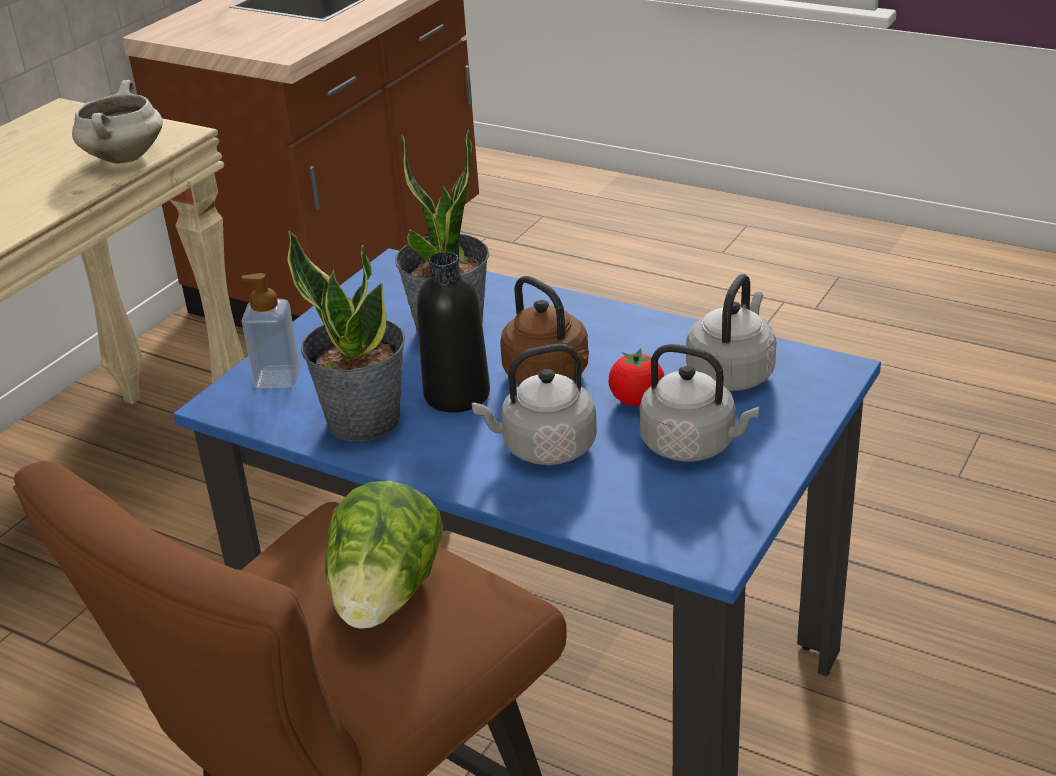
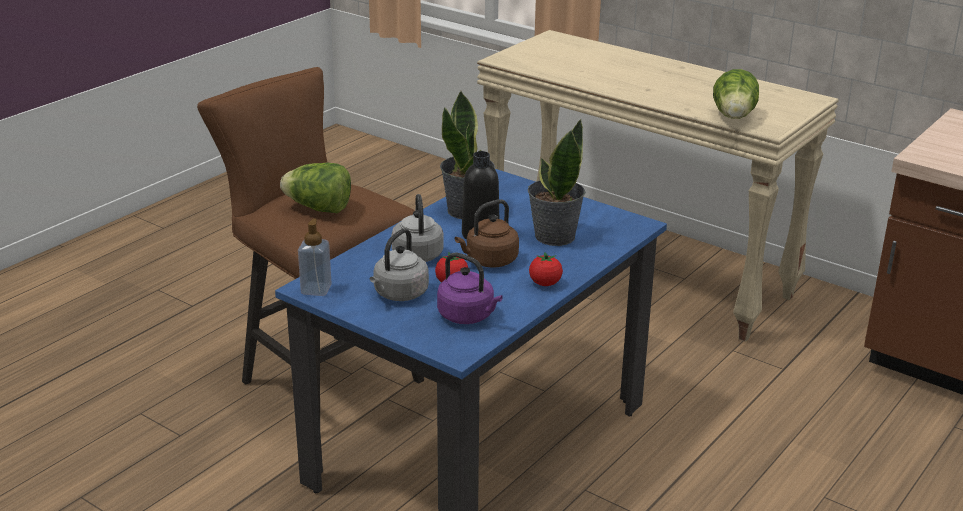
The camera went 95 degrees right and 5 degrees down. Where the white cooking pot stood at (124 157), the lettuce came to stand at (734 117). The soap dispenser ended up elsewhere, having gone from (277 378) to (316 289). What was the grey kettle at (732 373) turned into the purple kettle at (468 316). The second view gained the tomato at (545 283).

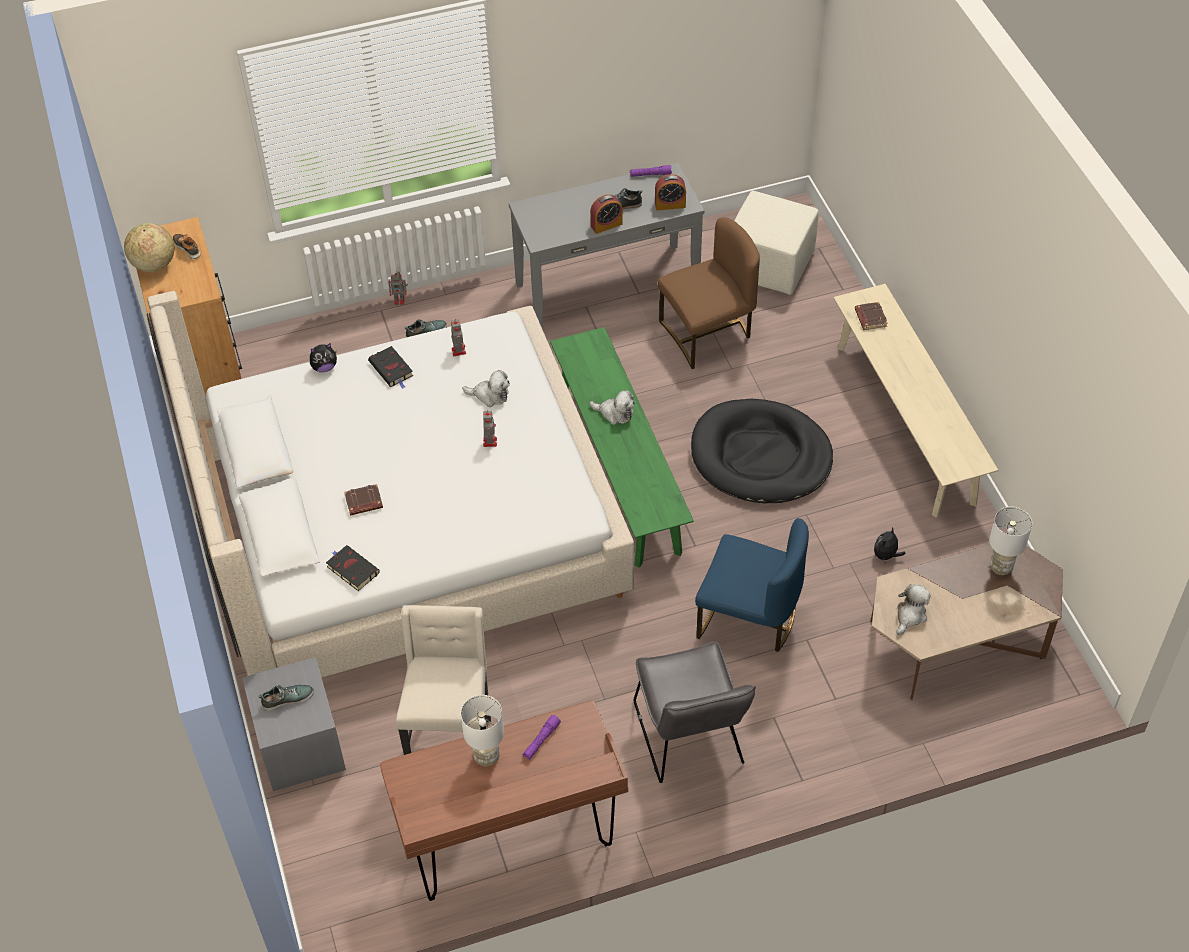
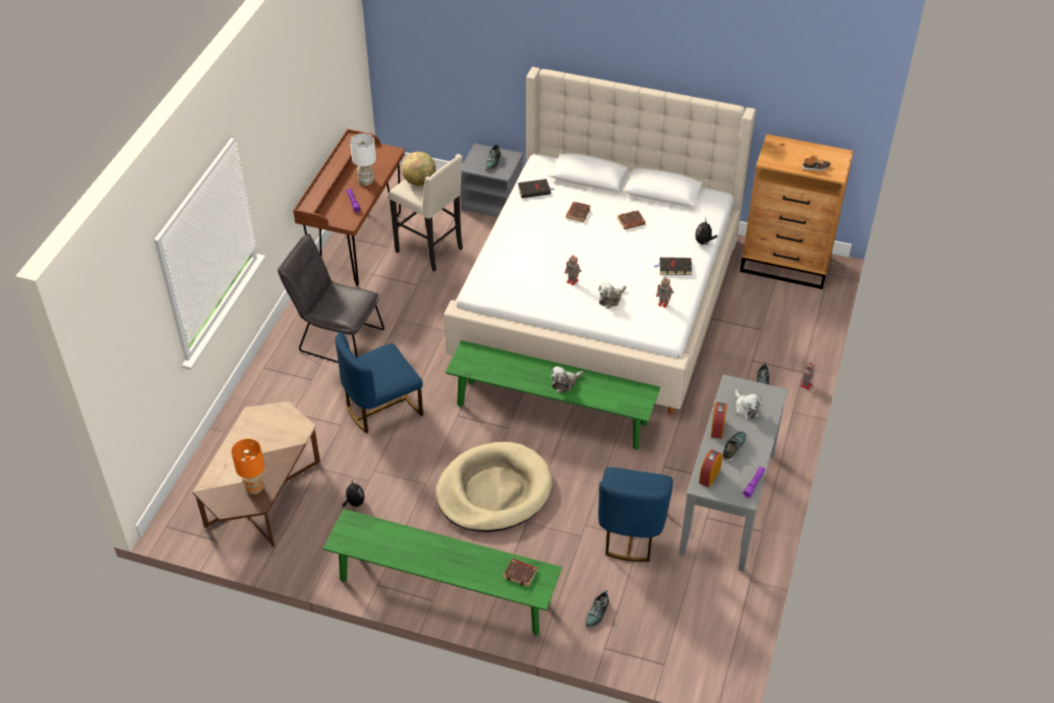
The camera went 125 degrees right and 5 degrees down. The globe ended up elsewhere, having gone from (154 264) to (419 181). What was the brown chair at (707 333) turned into the blue chair at (631 532). What was the black dog bed at (760 456) turned into the beige dog bed at (494 491). The second view lost the beige ottoman at (770 265). What was the beige bench at (905 423) turned into the green bench at (444 591). The plush toy ended up elsewhere, having gone from (910 615) to (745 408). What was the white table lamp at (1001 567) turned into the orange table lamp at (254 488). The second view gained the shoe at (597 613). The second view gained the brown book at (631 222).

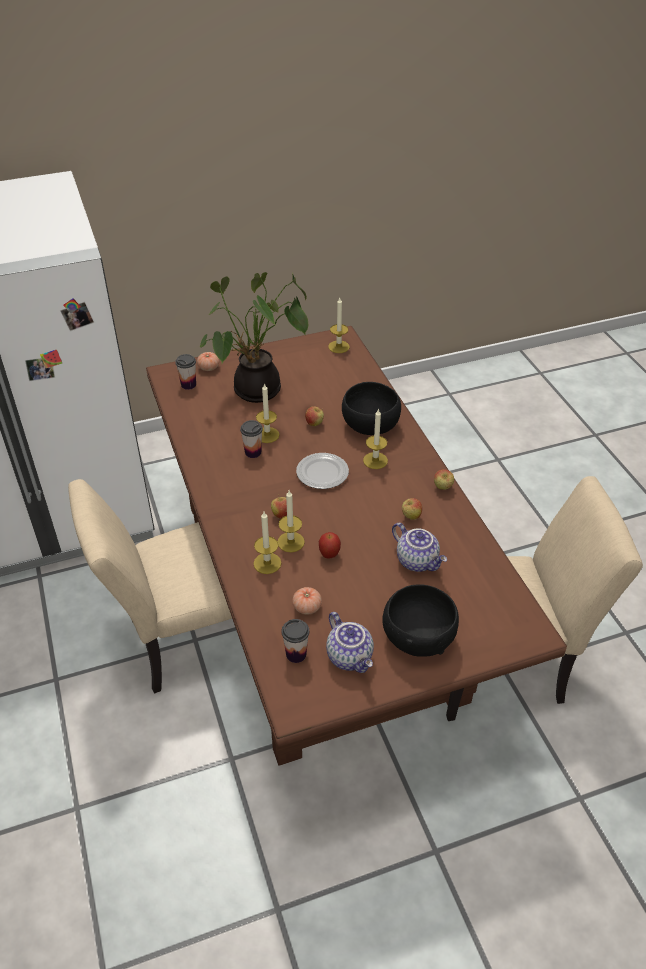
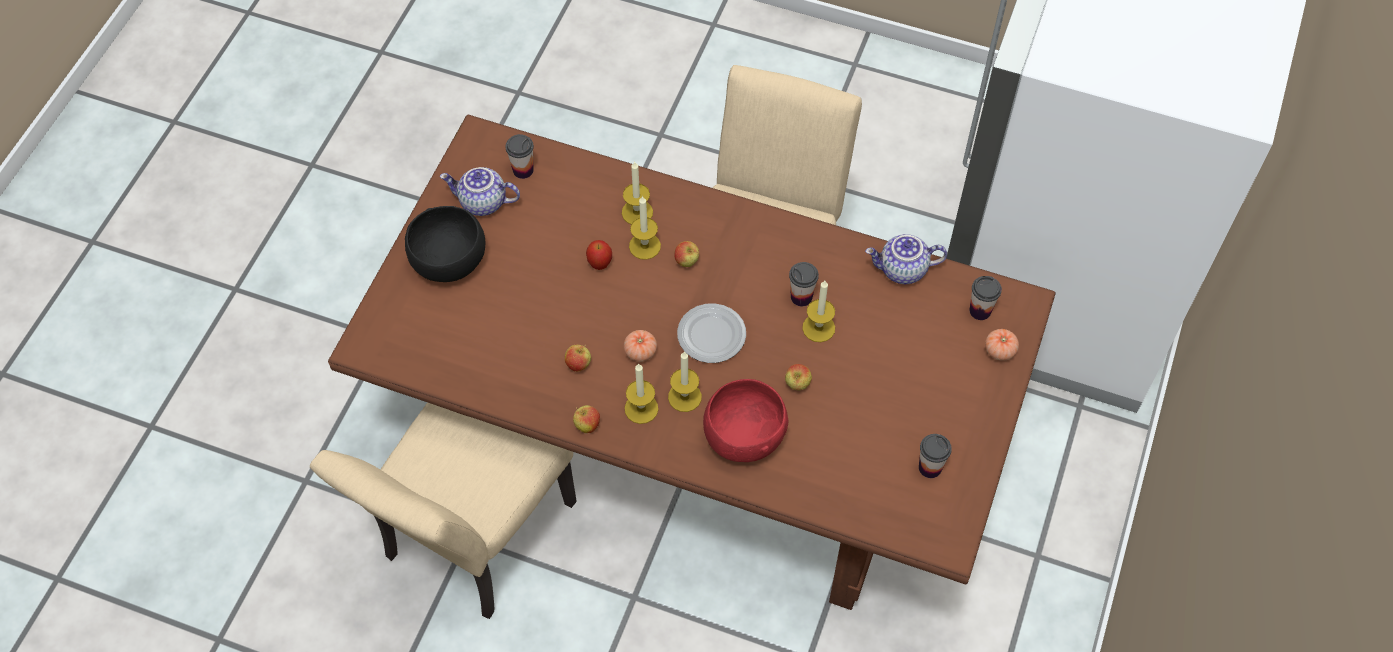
The camera went 130 degrees right and 15 degrees up. The second view lost the potted plant at (257 393). The tomato ended up elsewhere, having gone from (307 607) to (640 351). The candle ended up elsewhere, having gone from (338 347) to (641 408). What was the black bowl at (371 426) turned into the red bowl at (743 436). The teapot ended up elsewhere, having gone from (418 561) to (902 270). The second view gained the cup at (930 467).

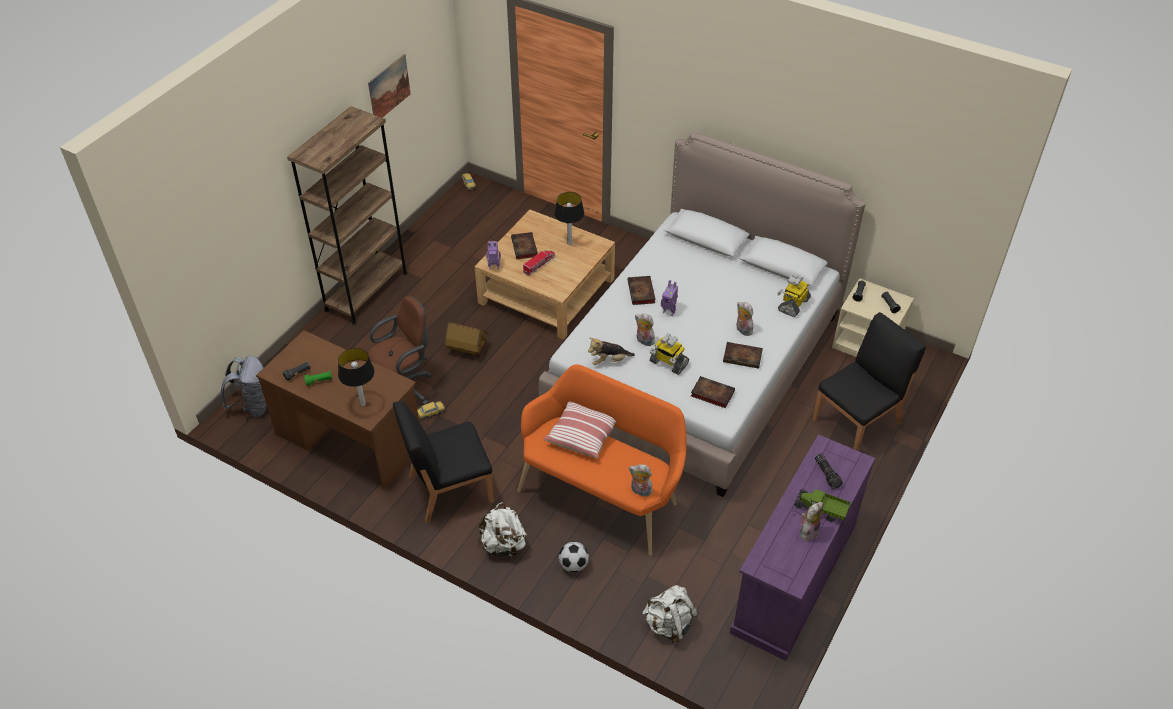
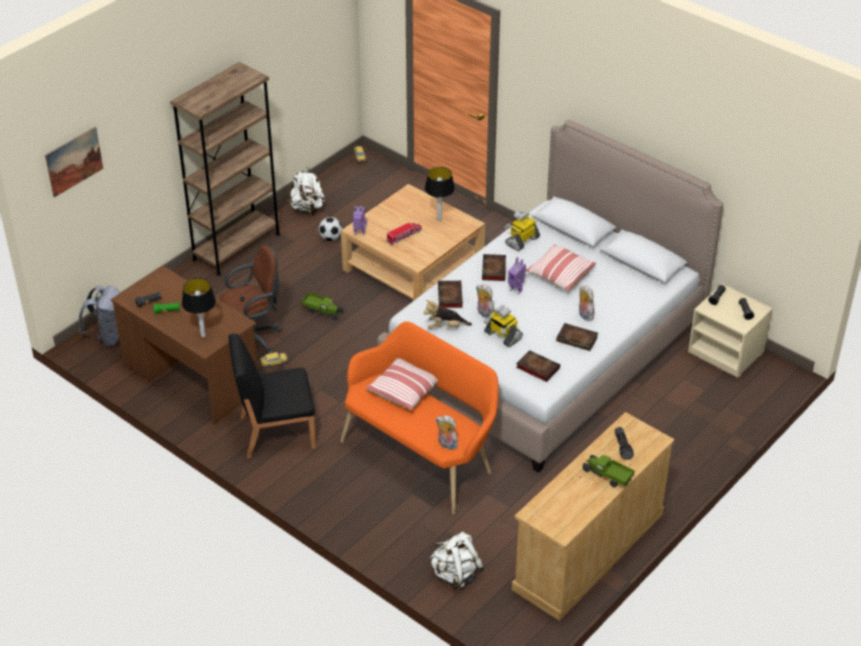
The camera went 10 degrees right and 5 degrees down. The picture ended up elsewhere, having gone from (389 88) to (74 161). Where the toy house stood at (468 350), the toy truck came to stand at (322 311). The white backpack ended up elsewhere, having gone from (503 545) to (307 209). The book ended up elsewhere, having gone from (525 248) to (450 297). The football ended up elsewhere, having gone from (574 565) to (331 238). What was the purple dresser at (794 578) turned into the beige dresser at (588 552). The toy robot ended up elsewhere, having gone from (793 304) to (522 241). The second view lost the plush toy at (808 531). The second view lost the black chair at (858 420). The second view gained the pillow at (560 275).

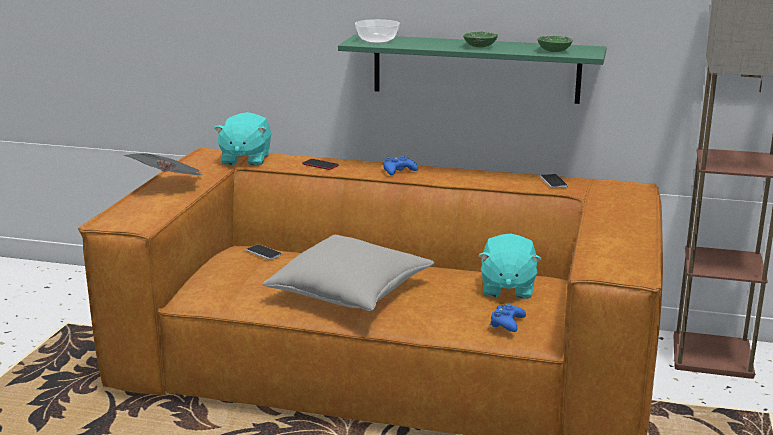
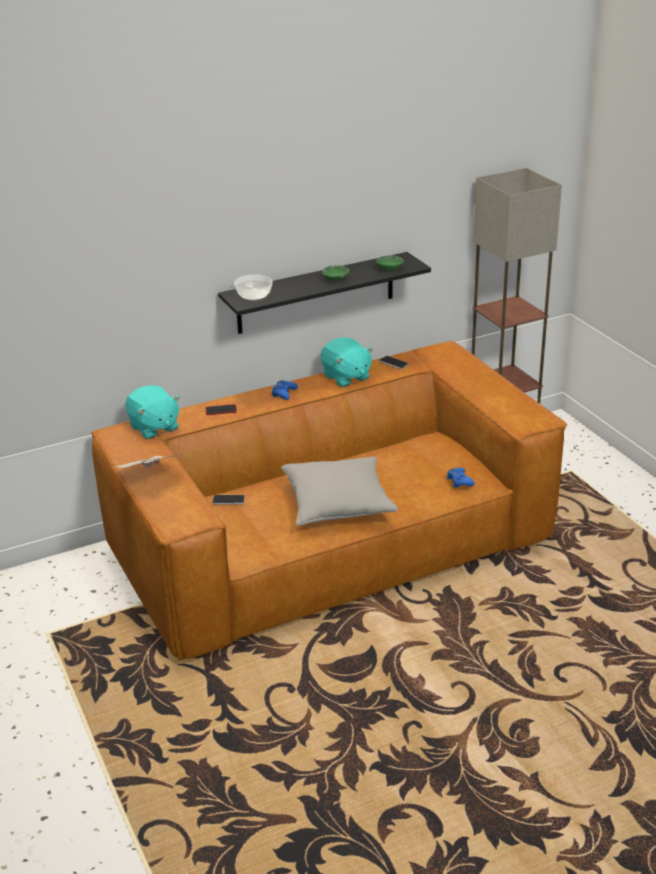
The camera went 40 degrees left and 10 degrees up. What was the green shelf at (475 68) turned into the black shelf at (316 293). The turquoise plush toy ended up elsewhere, having gone from (507 288) to (346 377).

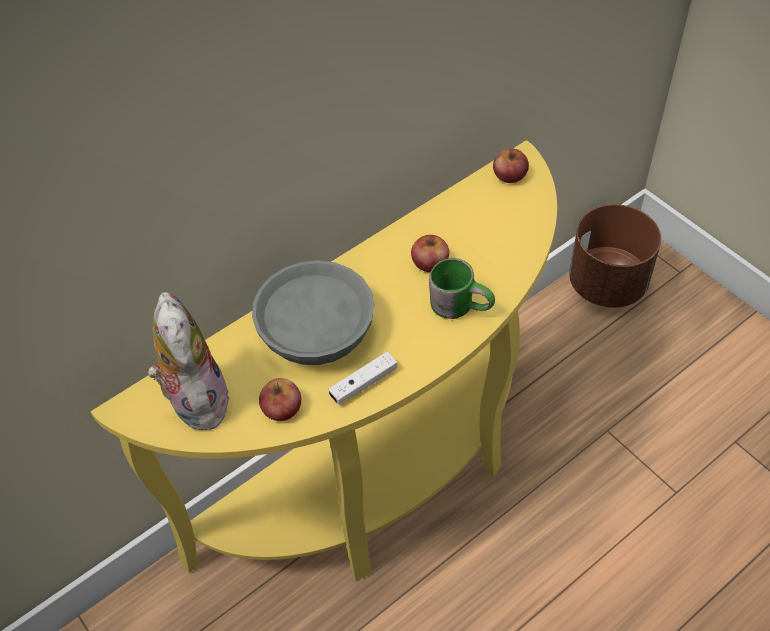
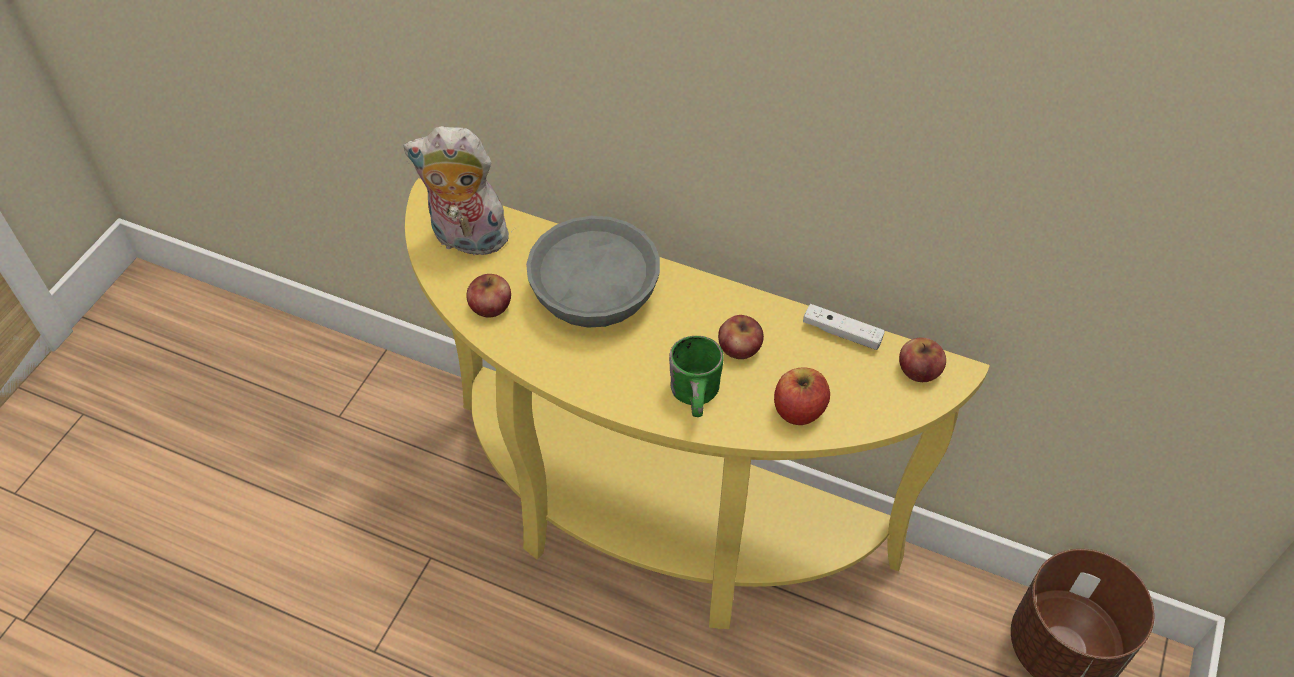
The camera went 60 degrees right and 0 degrees up. The plush toy at (195 399) ended up facing another way, 120 degrees counterclockwise from before. The white game controller ended up elsewhere, having gone from (363 383) to (842 333). The second view gained the apple at (798 410).

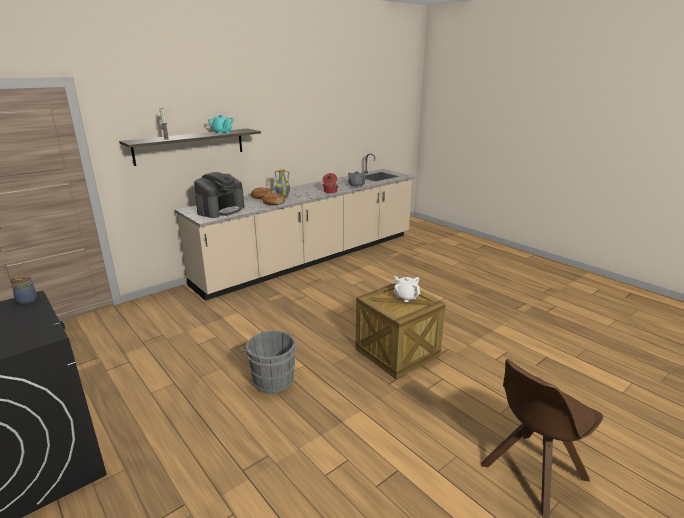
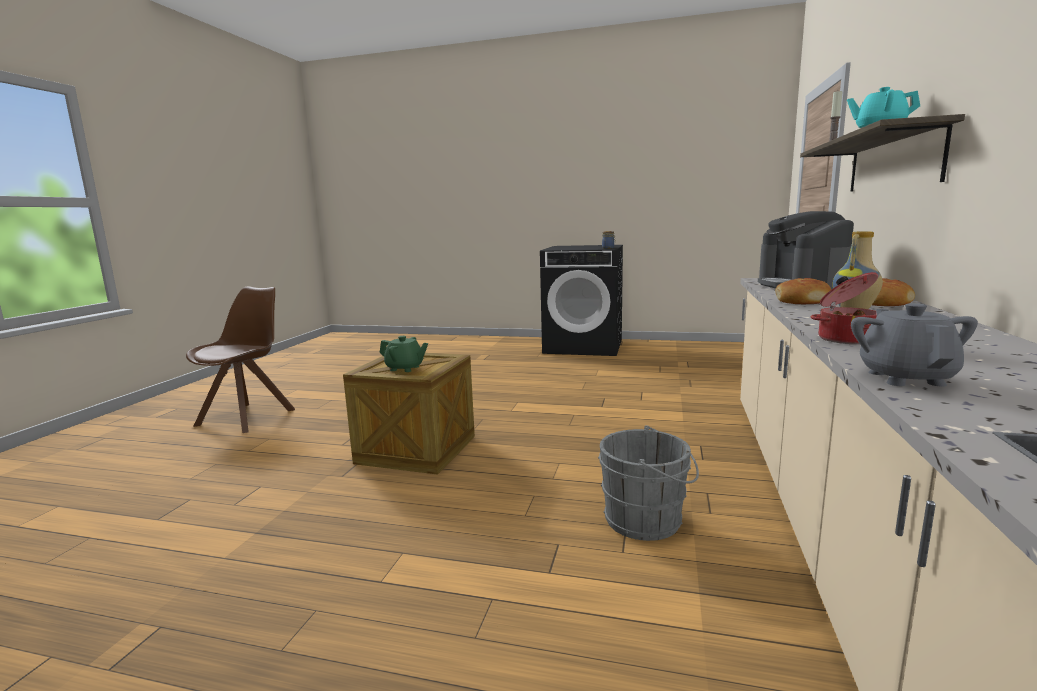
The camera went 145 degrees right and 10 degrees down. The grey bucket ended up elsewhere, having gone from (272 379) to (648 520). What was the white teapot at (406 297) turned into the green teapot at (405 368).

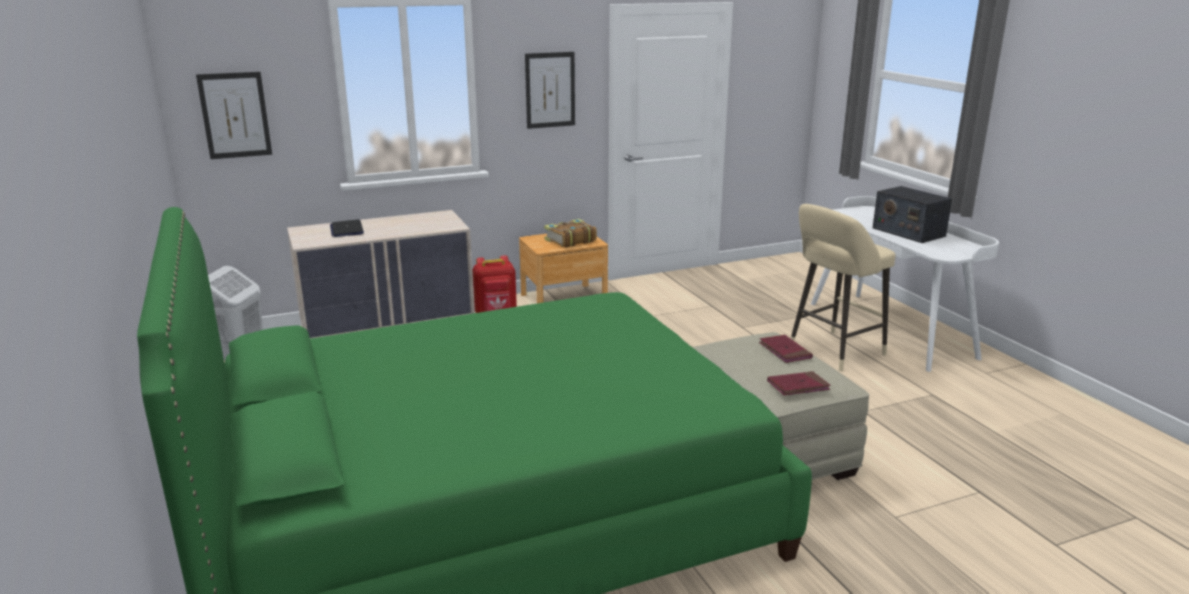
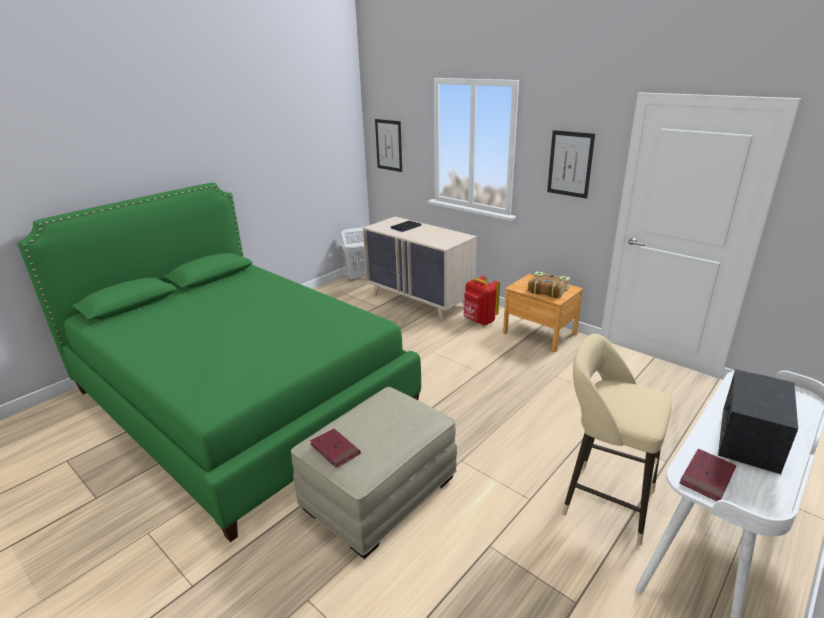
The camera went 65 degrees right and 5 degrees up. The red book ended up elsewhere, having gone from (785 351) to (707 477).

